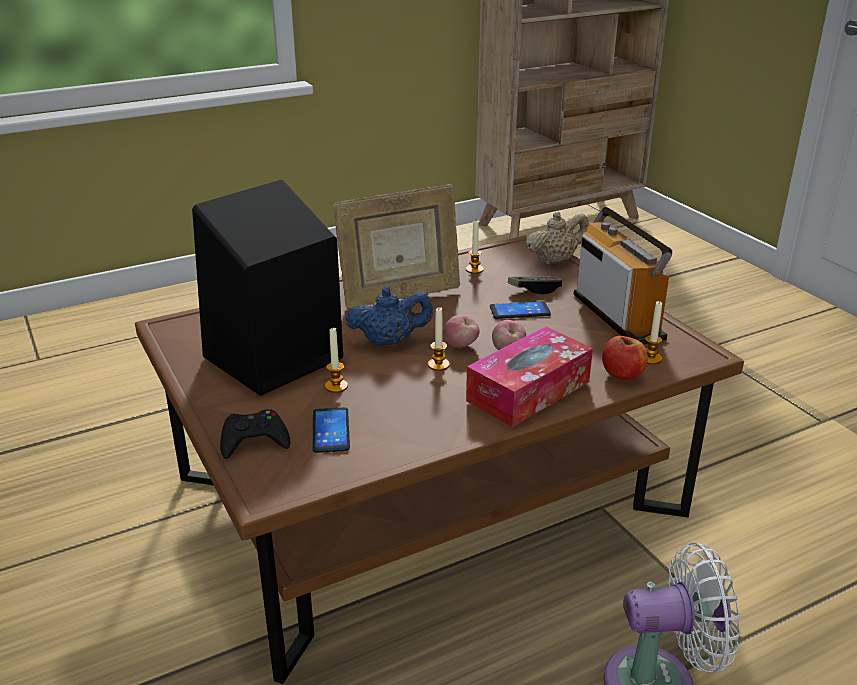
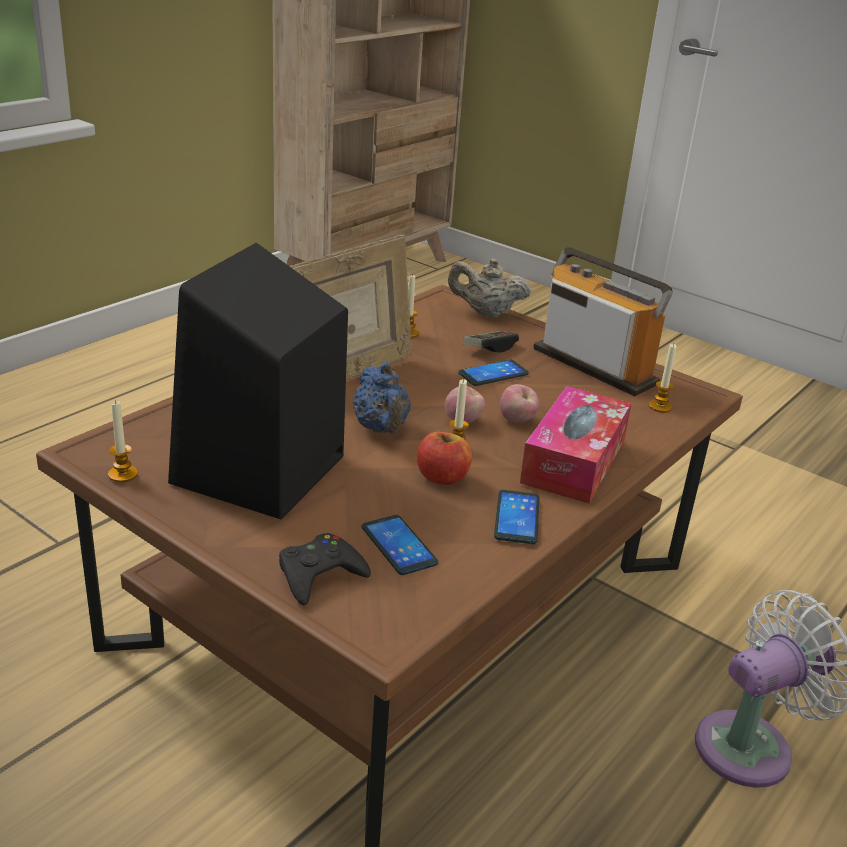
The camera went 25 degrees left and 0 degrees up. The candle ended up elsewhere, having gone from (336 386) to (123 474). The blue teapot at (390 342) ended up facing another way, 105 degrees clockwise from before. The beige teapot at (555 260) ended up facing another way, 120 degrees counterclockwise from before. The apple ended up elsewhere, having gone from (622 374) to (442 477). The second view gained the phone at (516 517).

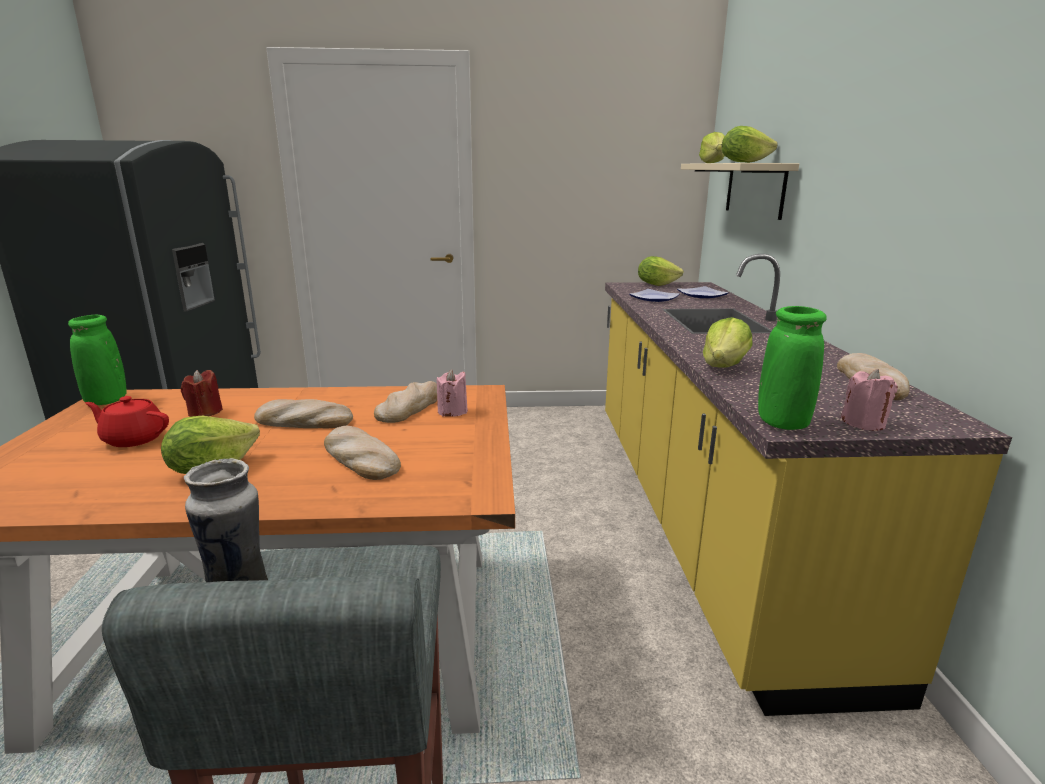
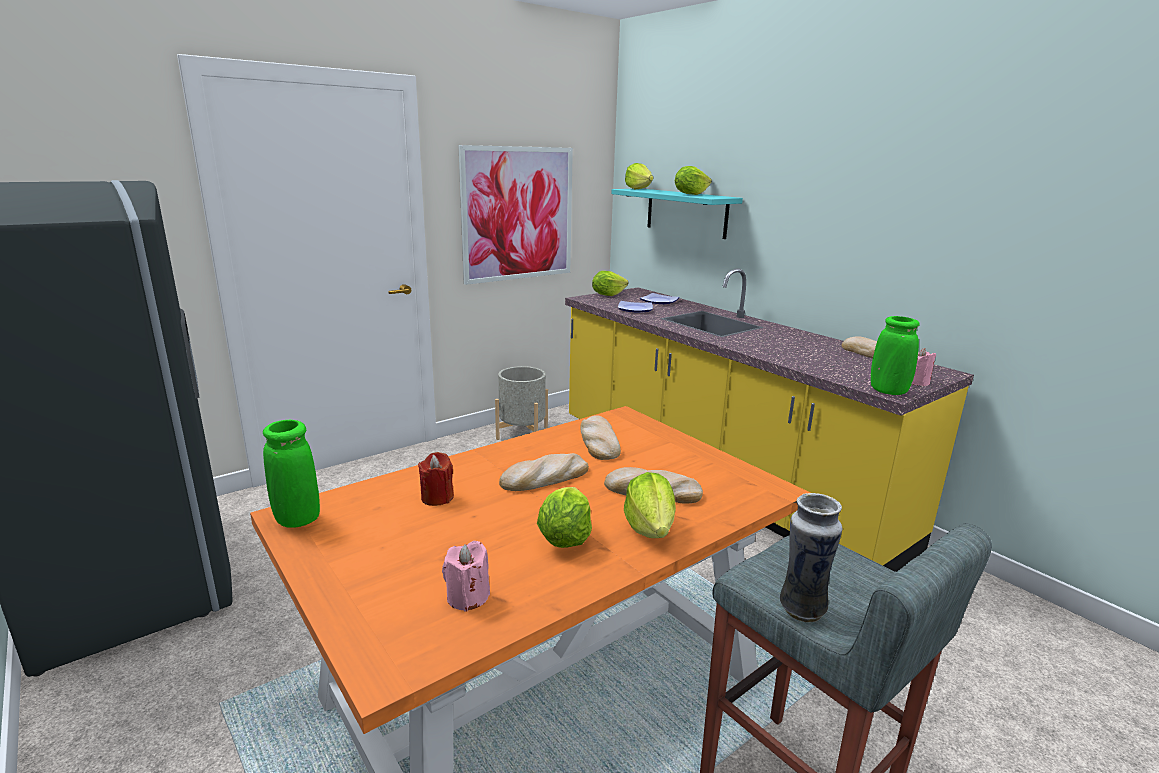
The camera went 35 degrees left and 0 degrees up. The second view lost the red teapot at (134 439). The pink candle ended up elsewhere, having gone from (452 411) to (467 597). What was the beige shelf at (754 189) turned into the turquoise shelf at (686 213). The lettuce ended up elsewhere, having gone from (724 366) to (650 528). The second view gained the picture at (518 214). The second view gained the grey planter at (522 433).

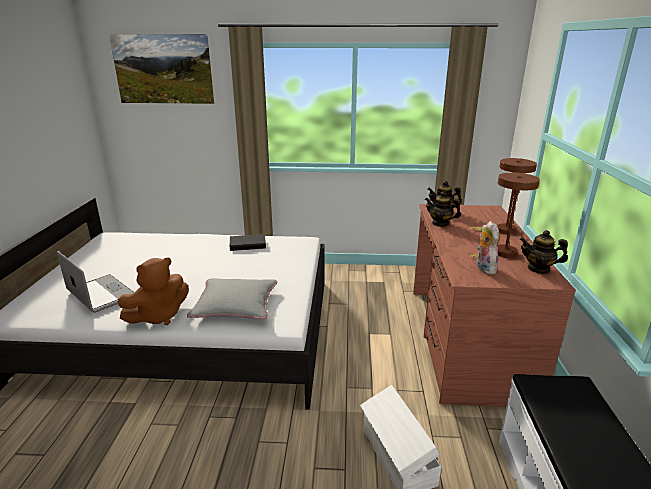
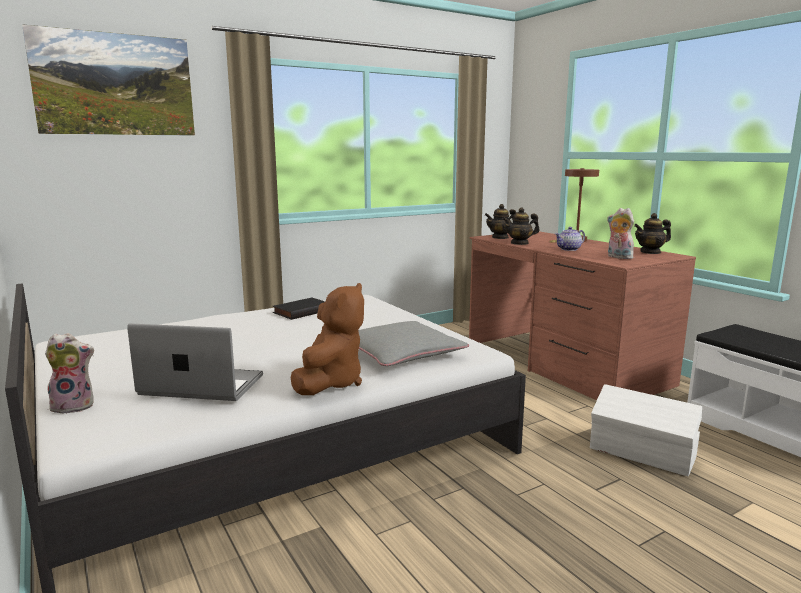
The camera went 35 degrees left and 10 degrees down. The second view lost the brown table lamp at (501 253). The second view gained the plush toy at (75 406). The second view gained the teapot at (569 249).

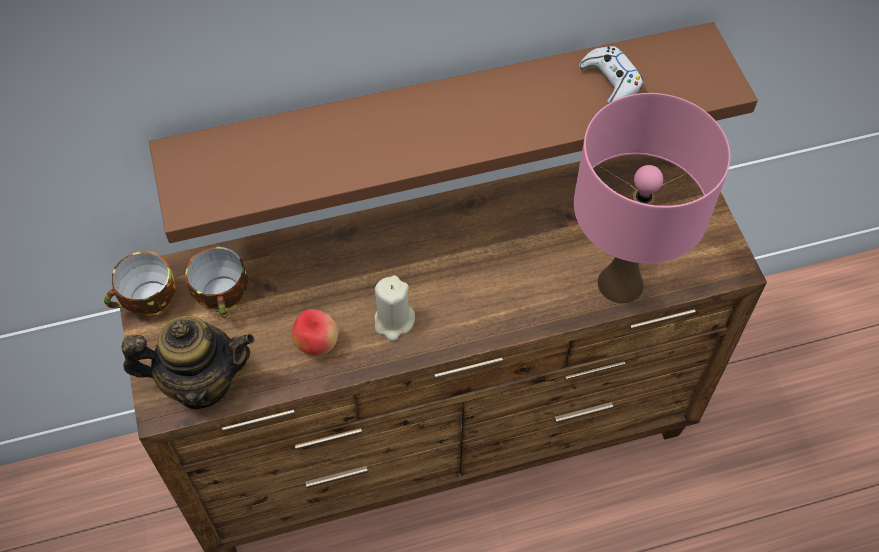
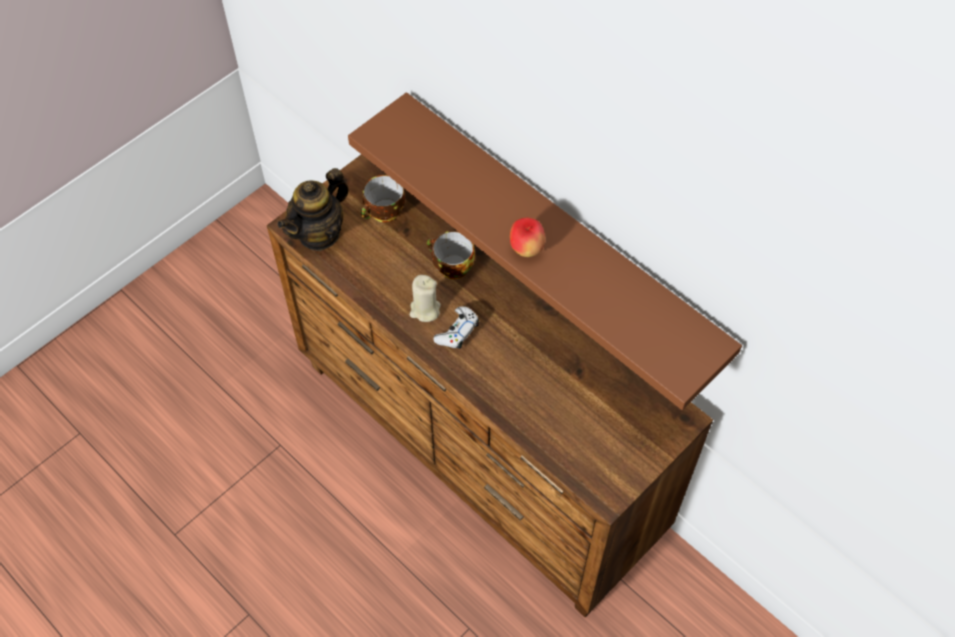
The camera went 60 degrees right and 0 degrees up. The cup ended up elsewhere, having gone from (148 302) to (451 267). The teapot at (201 382) ended up facing another way, 75 degrees clockwise from before. The apple ended up elsewhere, having gone from (317 344) to (526 249). The second view lost the pink table lamp at (621 283). The white game controller ended up elsewhere, having gone from (610 82) to (457 331).

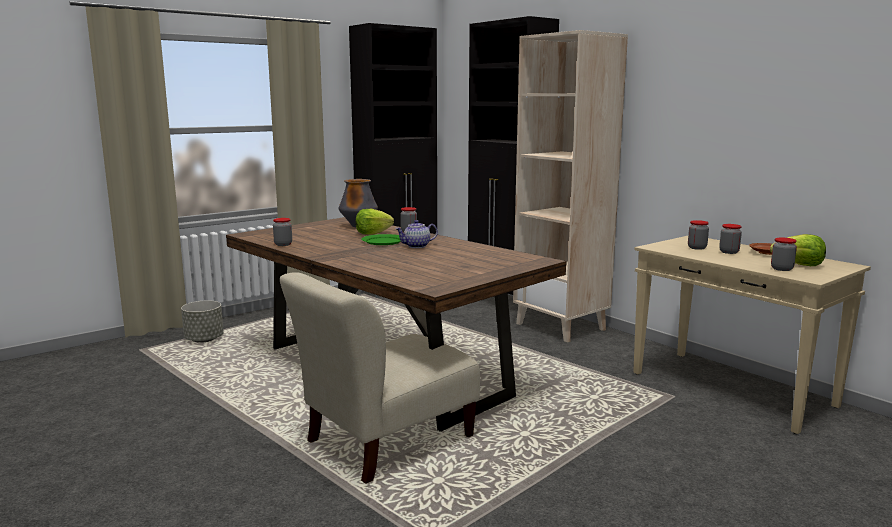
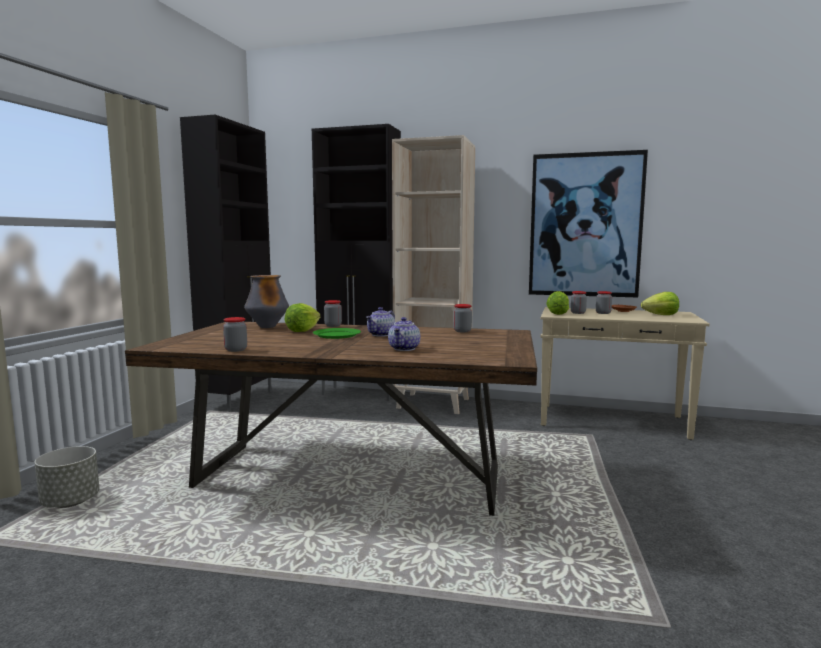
The camera went 35 degrees left and 5 degrees down. The second view lost the beige chair at (384 442). The jar ended up elsewhere, having gone from (781 269) to (462 331). The second view gained the teapot at (405 349). The second view gained the picture at (585 225). The second view gained the lettuce at (558 313).

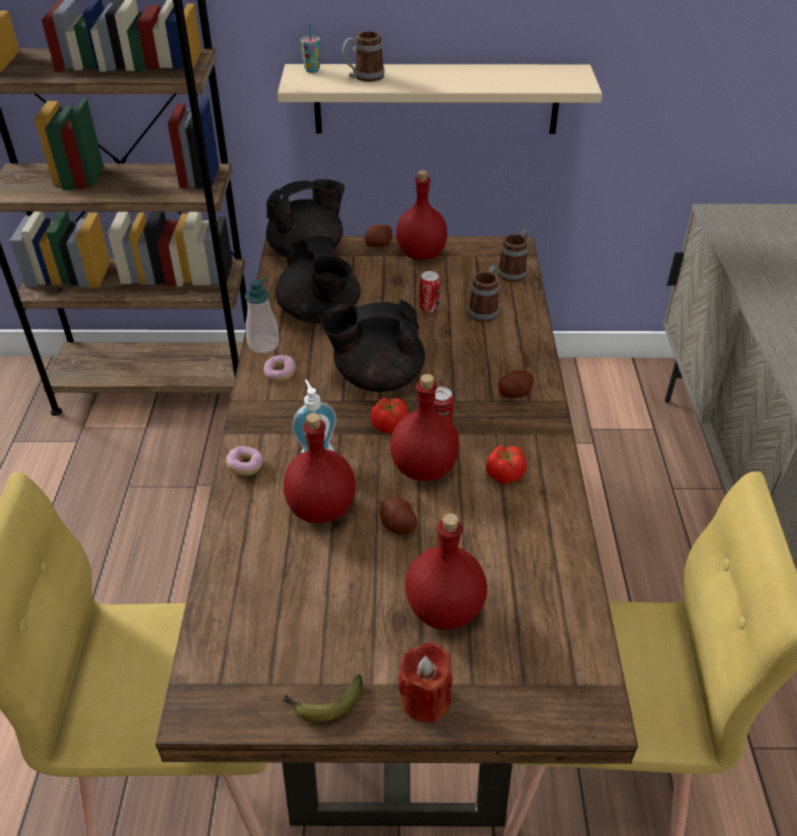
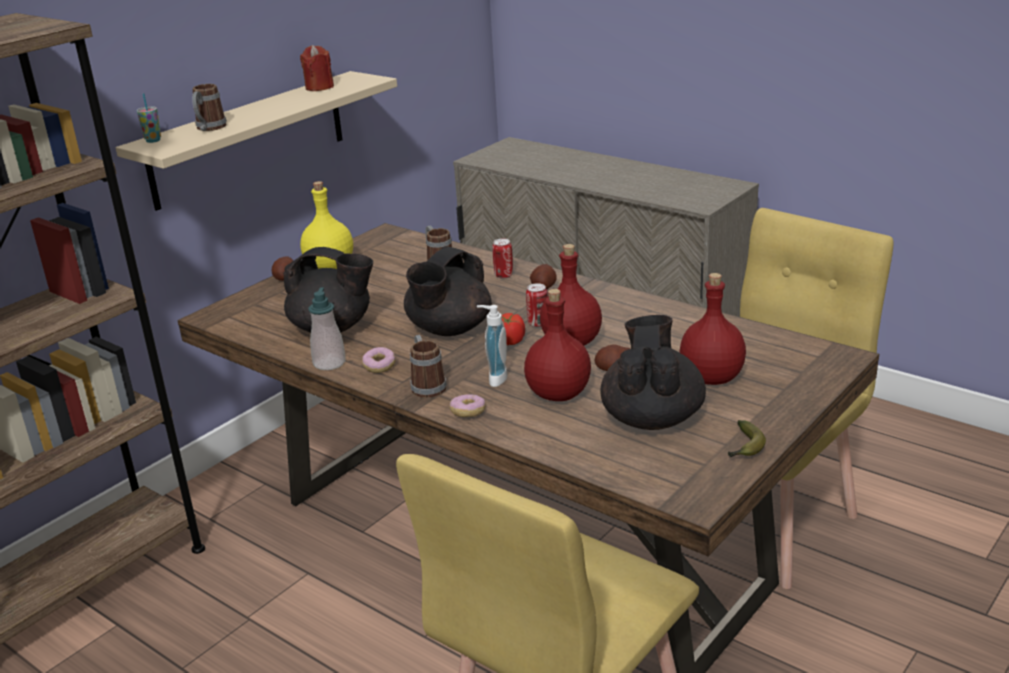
The camera went 50 degrees left and 15 degrees down. The black teapot ended up elsewhere, having gone from (308 253) to (652 417). What was the red bottle at (420 254) turned into the yellow bottle at (329 267). The red candle ended up elsewhere, having gone from (425 699) to (319 87). The can ended up elsewhere, having gone from (429 308) to (503 275). The second view lost the tomato at (504 475). The mug ended up elsewhere, having gone from (514 271) to (426 385).

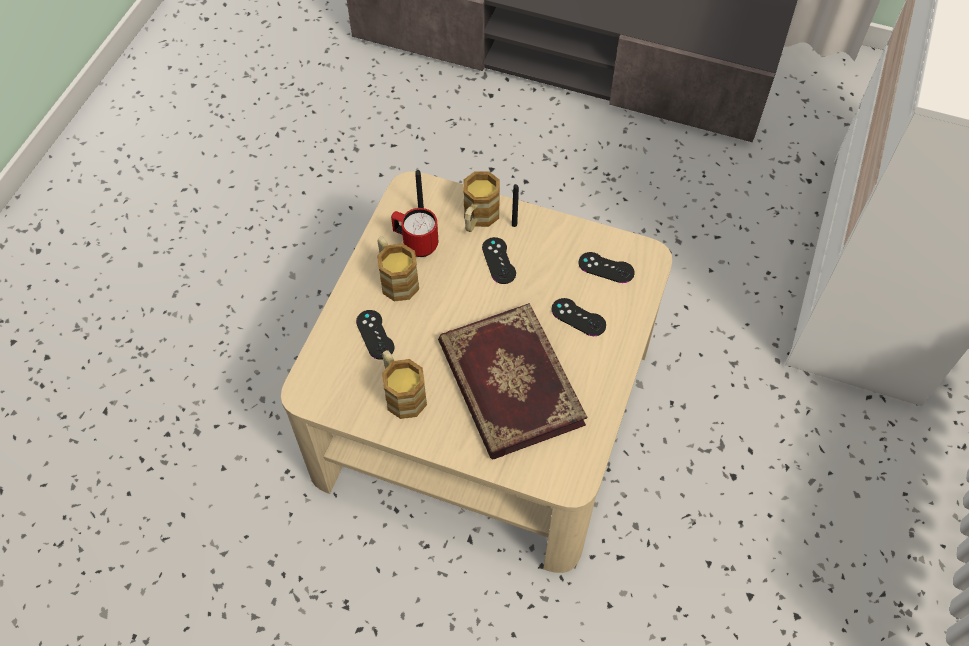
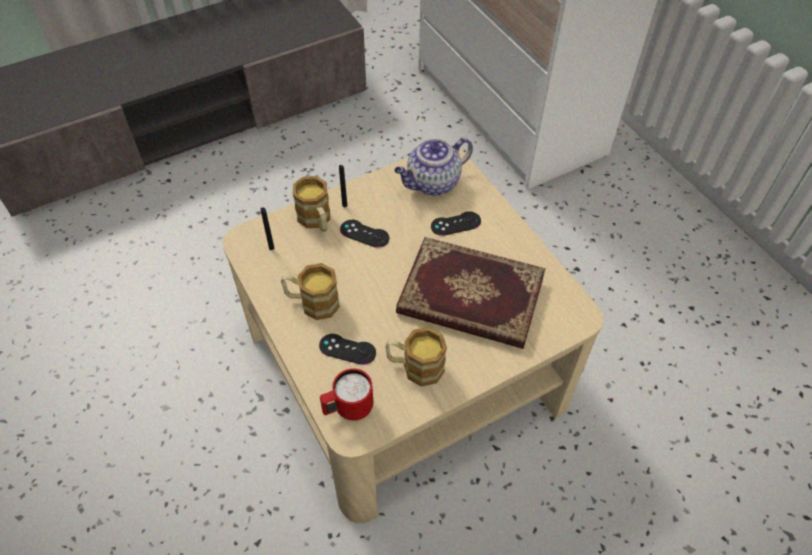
The camera went 50 degrees left and 5 degrees down. The red mug ended up elsewhere, having gone from (415 244) to (348 409). Where the black game controller stood at (606 268), the teapot came to stand at (432 183).

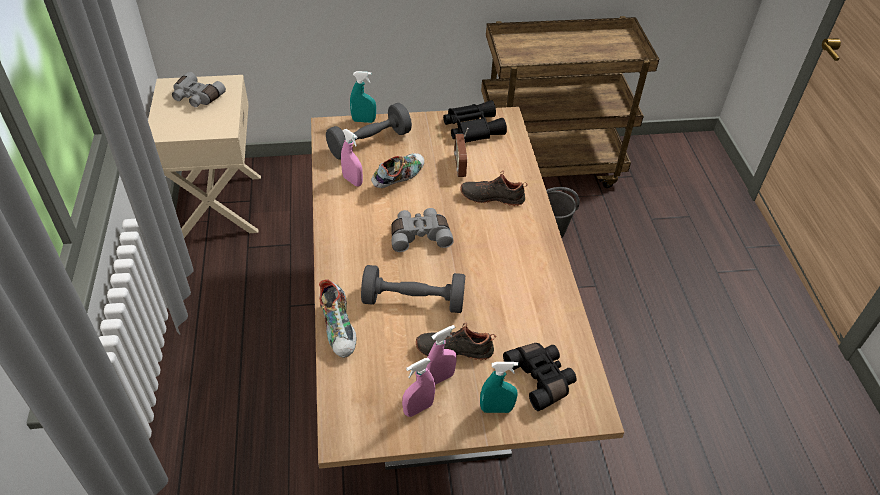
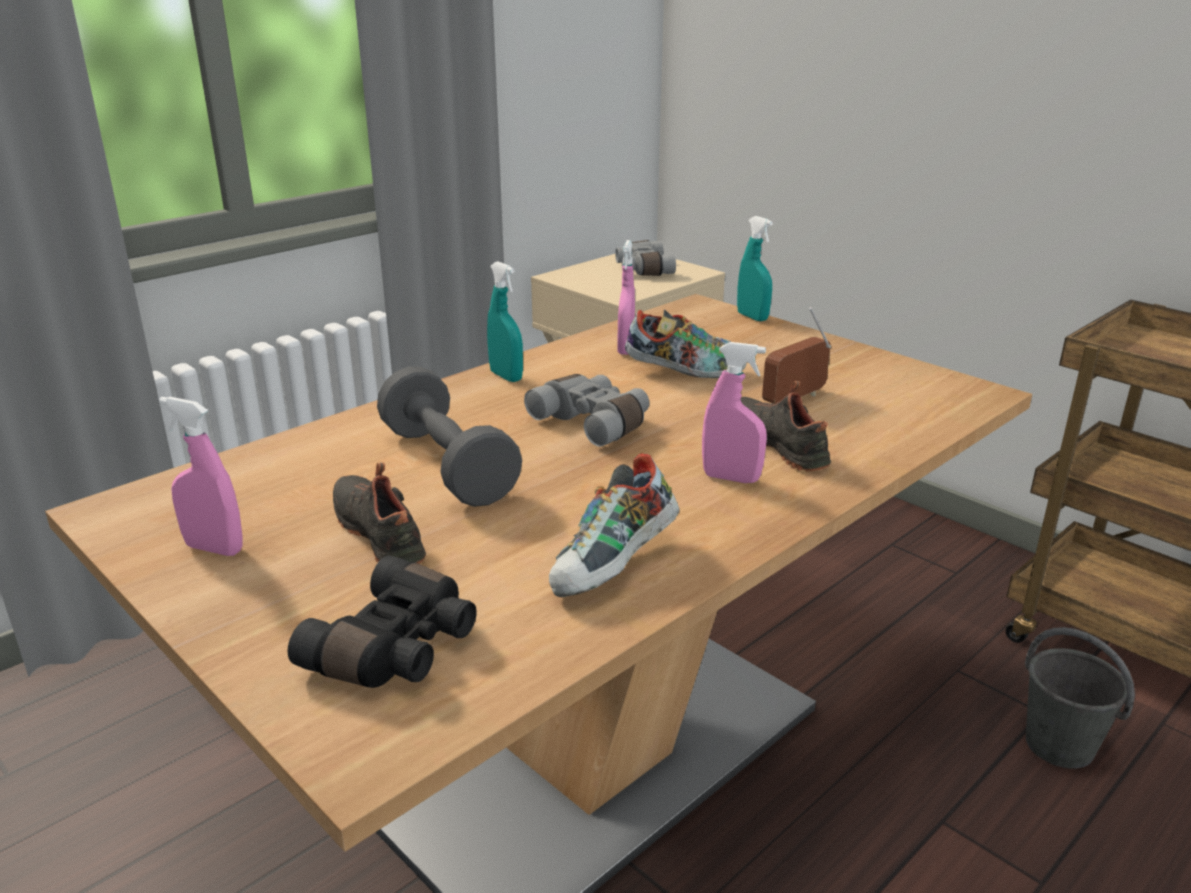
The camera went 55 degrees right and 20 degrees down. The shoe ended up elsewhere, having gone from (340 329) to (615 567). The second view lost the grey dumbbell at (369 143). The pink spray bottle ended up elsewhere, having gone from (439 378) to (731 478). The second view lost the black binoculars at (472 127). The turquoise spray bottle ended up elsewhere, having gone from (496 409) to (506 376).

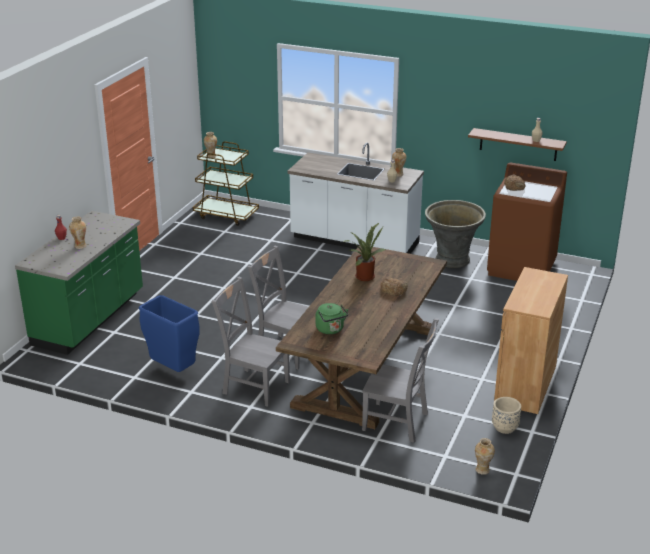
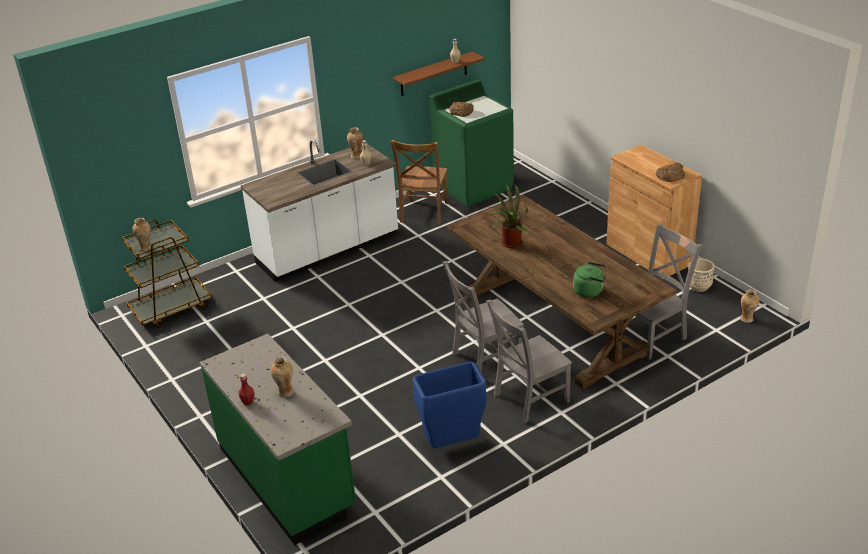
The camera went 55 degrees left and 5 degrees up. The bread ended up elsewhere, having gone from (393 289) to (670 175). Where the grey planter stood at (451 260), the brown chair came to stand at (423 213). What was the brown washing machine at (522 267) turned into the green washing machine at (474 186).

